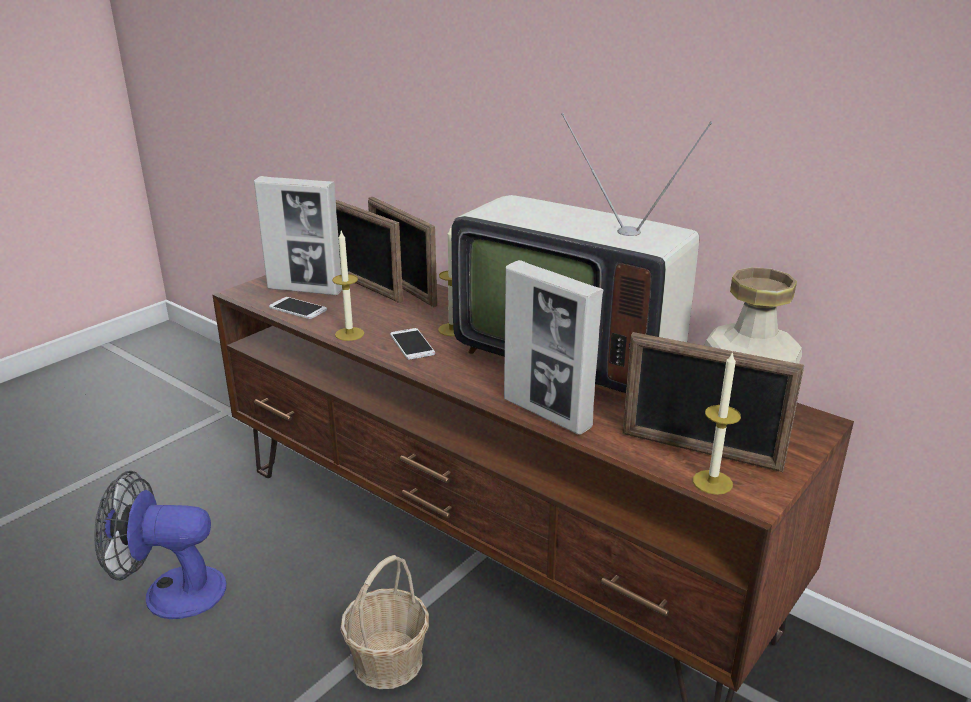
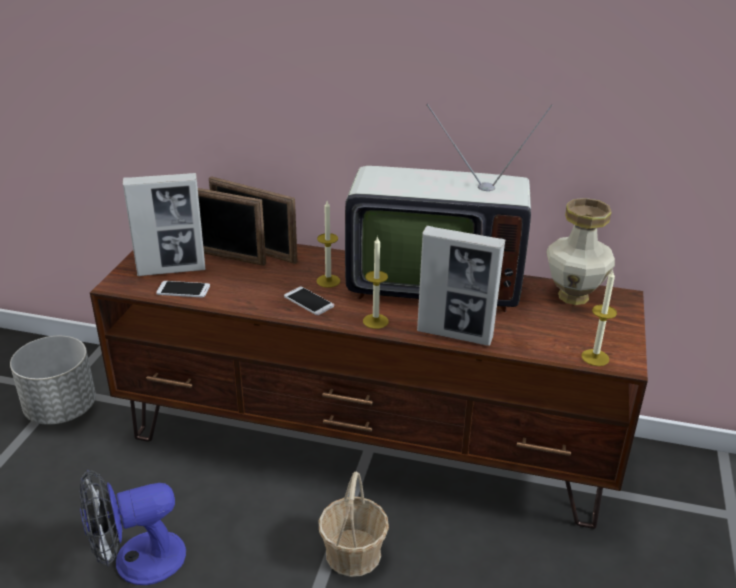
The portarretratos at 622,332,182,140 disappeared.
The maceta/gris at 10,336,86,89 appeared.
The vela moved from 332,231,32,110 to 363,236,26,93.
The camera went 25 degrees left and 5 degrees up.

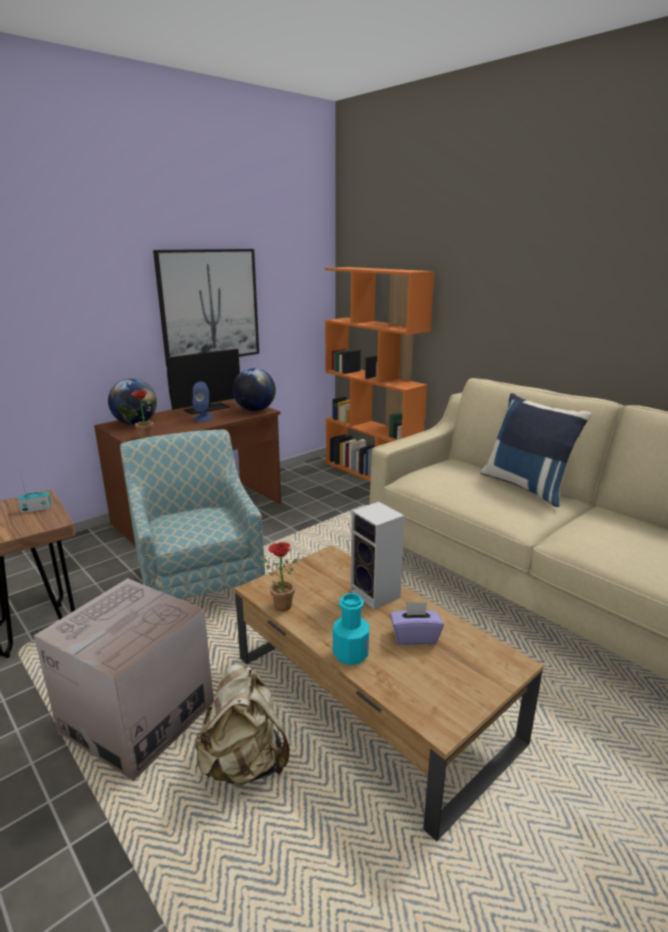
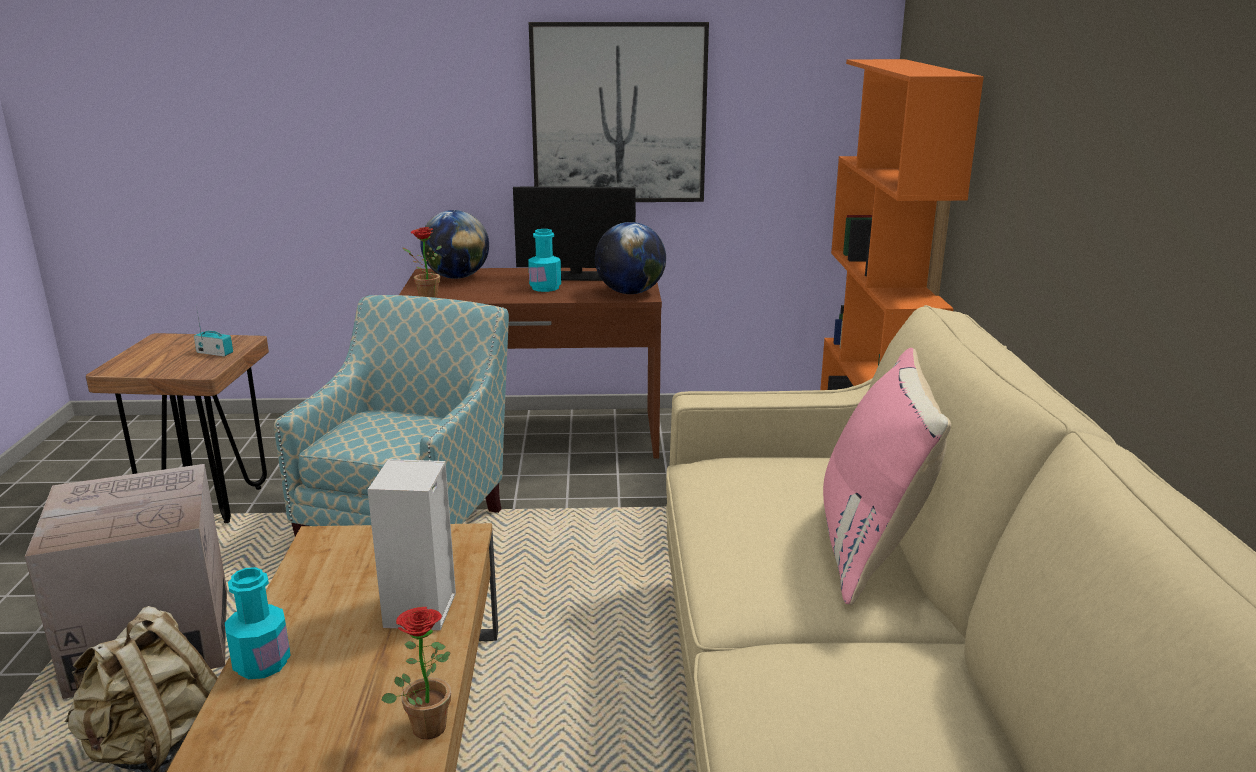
The caja de pañuelos/morado at 390,602,54,43 disappeared.
The planta en maceta moved from 260,542,38,69 to 381,607,70,132.
The altavoz/azul at 193,382,20,40 was replaced by the botella/turquesa at 528,229,33,63.
The cojín/azul at 481,393,111,114 became the cojín/rosa at 823,348,128,257.
The camera went 40 degrees right and 0 degrees up.

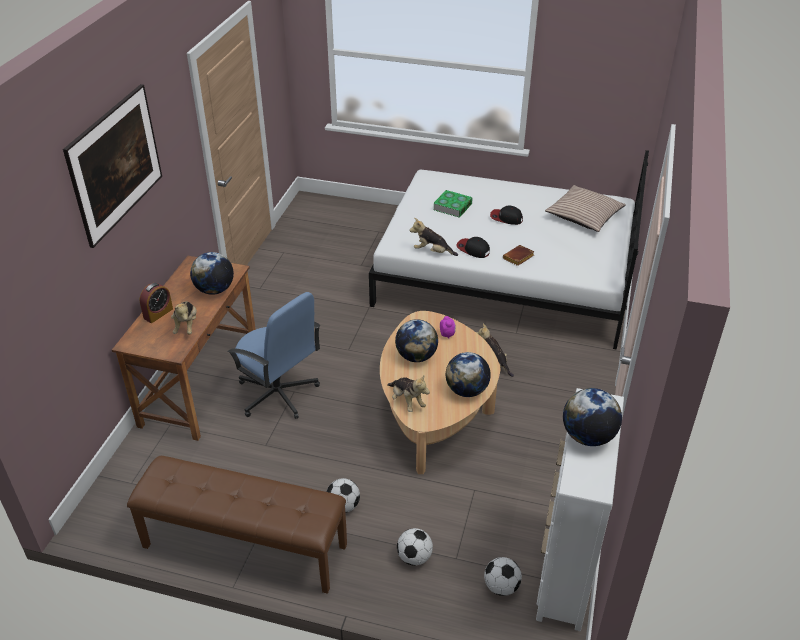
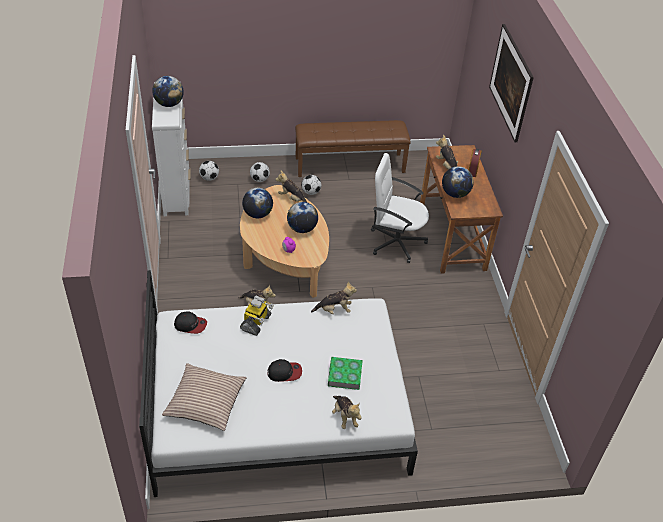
The peluche at 332,396,30,33 appeared.
The gorra moved from 457,237,33,21 to 174,311,33,23.
The libro/marrón at 503,245,32,21 was replaced by the robot de juguete at 240,296,34,40.
The silla de oficina/azul at 228,292,92,127 became the silla de oficina/blanco at 371,153,58,110.
The camera went 155 degrees right and 5 degrees up.

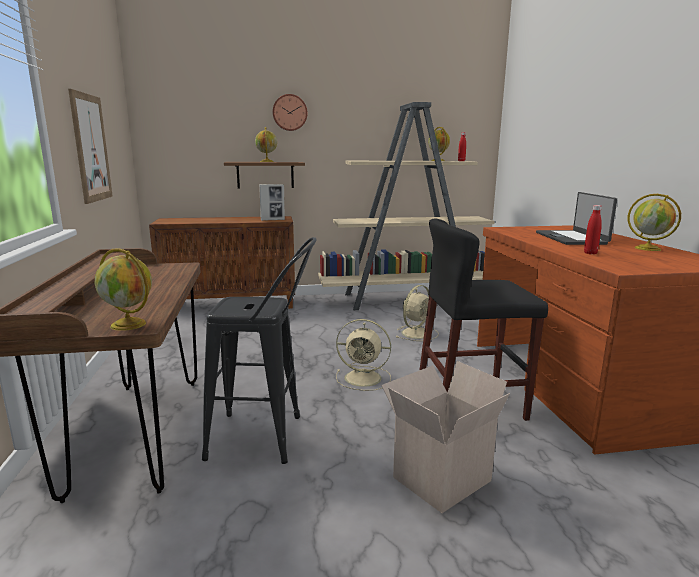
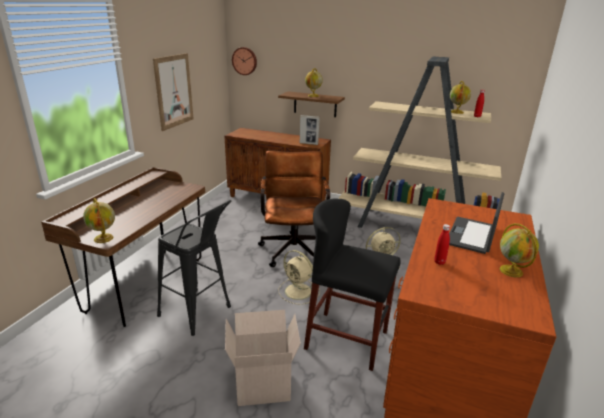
The silla de oficina/marrón at 258,151,72,116 appeared.
The reloj de pared moved from 273,94,35,37 to 232,47,25,28.
The camera went 30 degrees right and 10 degrees up.

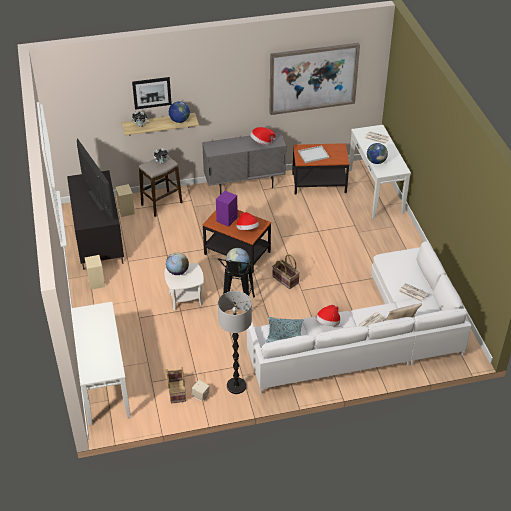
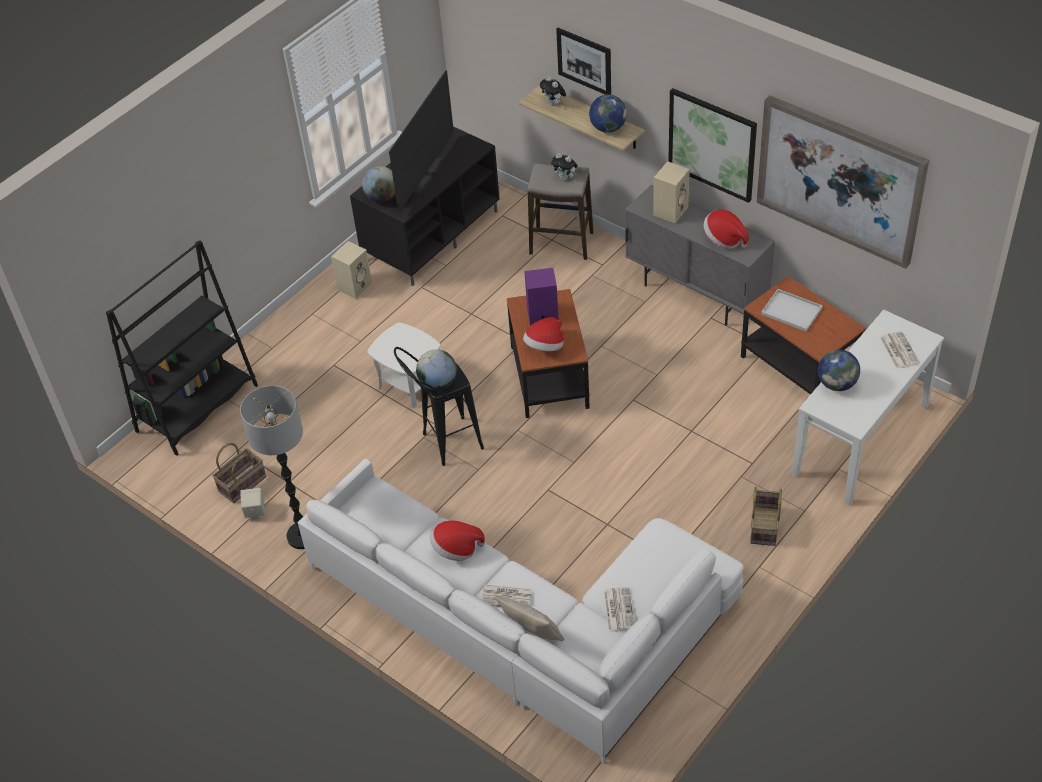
The cojín at 266,317,37,26 disappeared.
The cuadro at 668,88,89,115 appeared.
The altavoz/beis moved from 116,184,19,33 to 653,161,37,62.
The globo terráqueo moved from 166,252,23,23 to 362,166,33,37.
The cesta moved from 272,254,28,35 to 750,487,32,59.
The mesa consola/blanco at 71,302,60,123 was replaced by the estantería/negro at 106,240,152,216.
The camera went 55 degrees right and 5 degrees up.

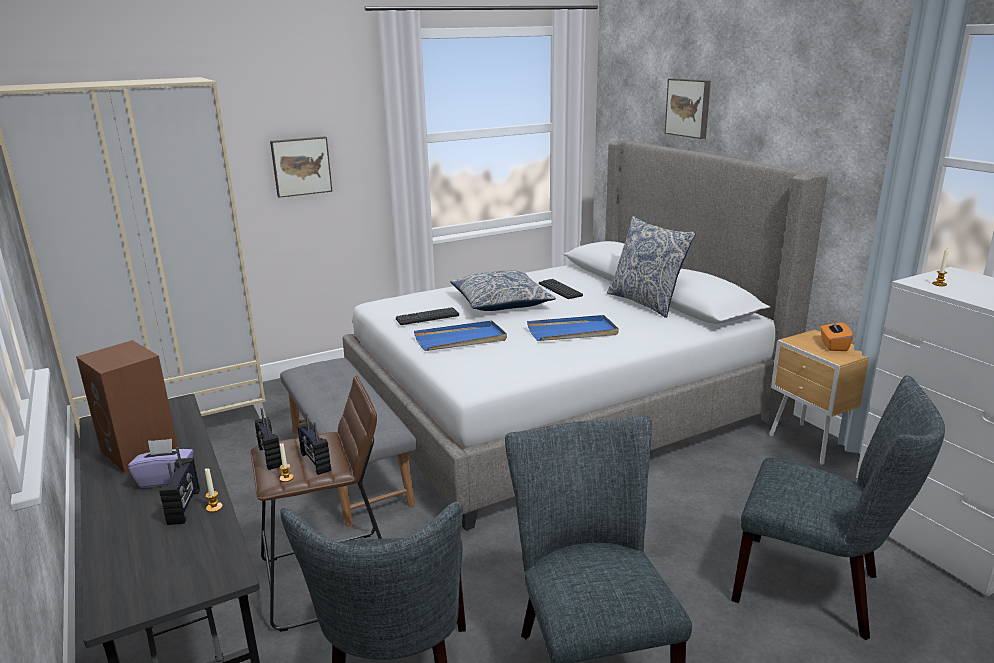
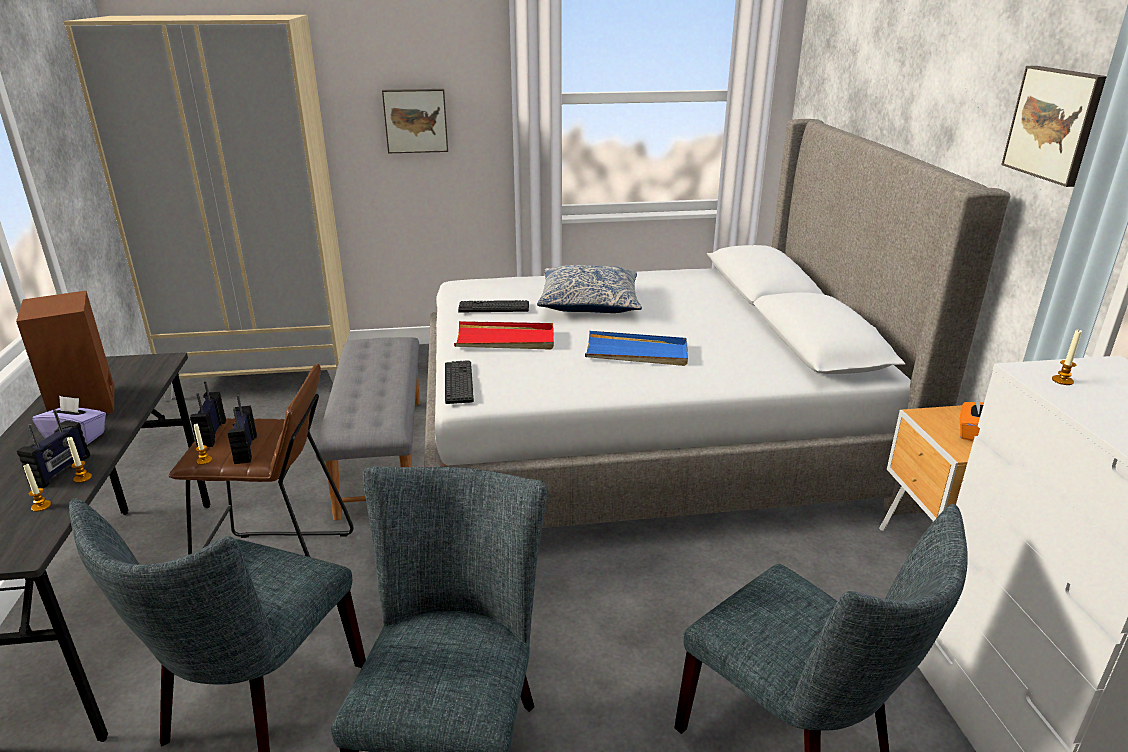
The cojín at 607,216,89,102 disappeared.
The vela at 23,463,28,49 appeared.
The teclado moved from 539,279,44,20 to 445,360,29,44.
The cuadro moved from 665,79,46,60 to 1001,66,106,121.
The bandeja/azul at 414,320,93,31 became the bandeja/rojo at 454,321,100,29.
The camera went 20 degrees right and 5 degrees up.

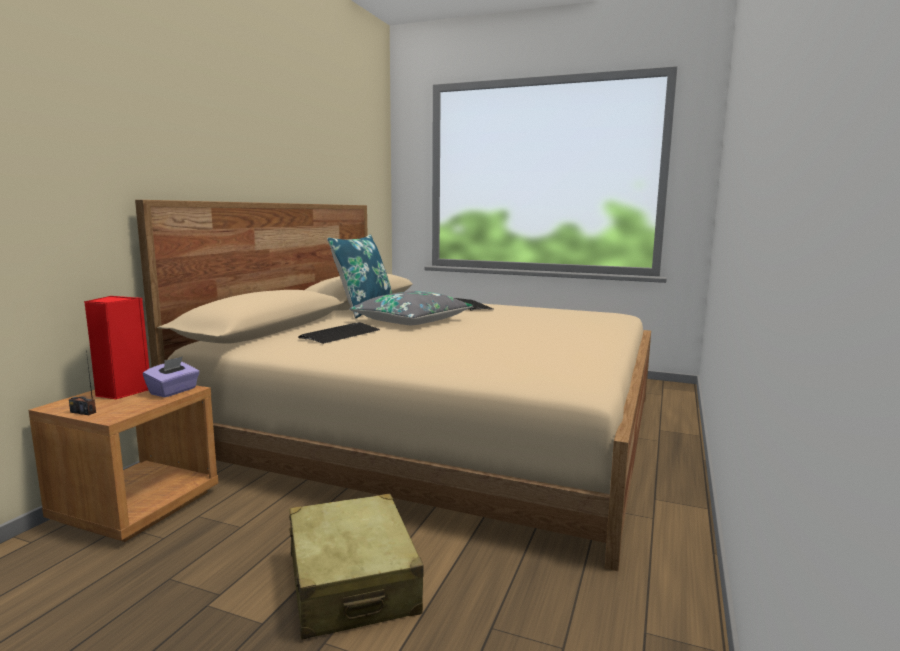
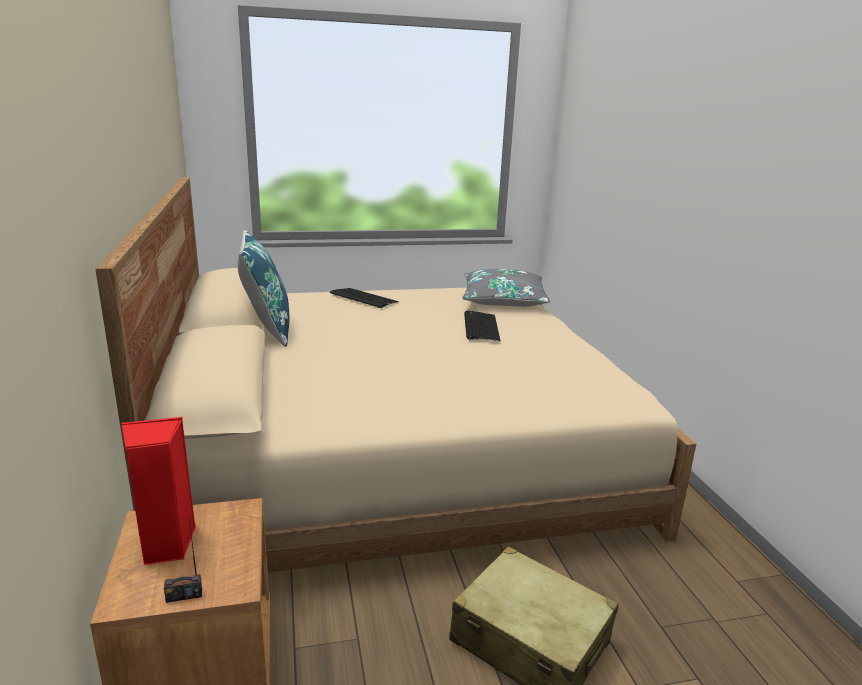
The caja de pañuelos/morado at 143,356,57,41 disappeared.
The teclado moved from 298,322,82,22 to 464,310,36,31.
The cojín/gris moved from 349,291,124,34 to 462,269,88,38.
The camera went 35 degrees left and 10 degrees up.

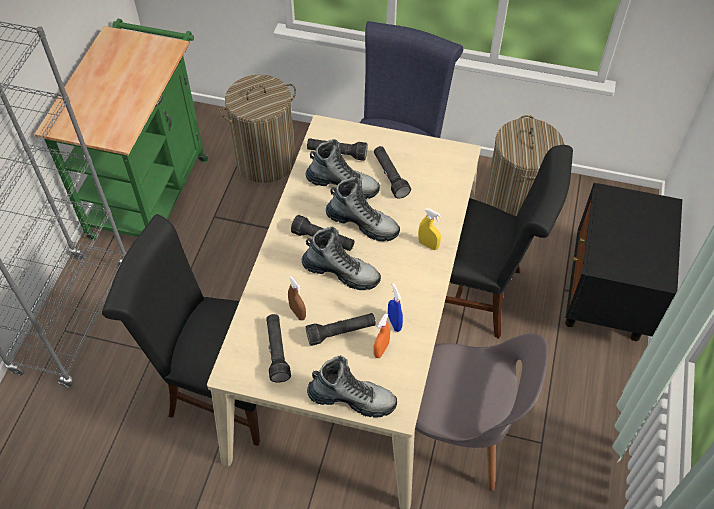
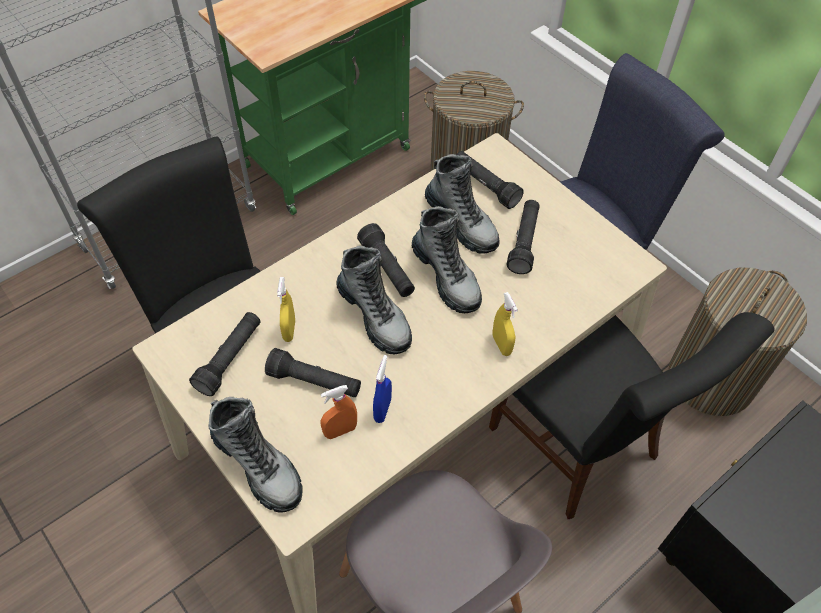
The pulverizador/marrón at 288,276,18,45 became the pulverizador/amarillo at 277,277,18,65.
The camera went 35 degrees right and 0 degrees up.

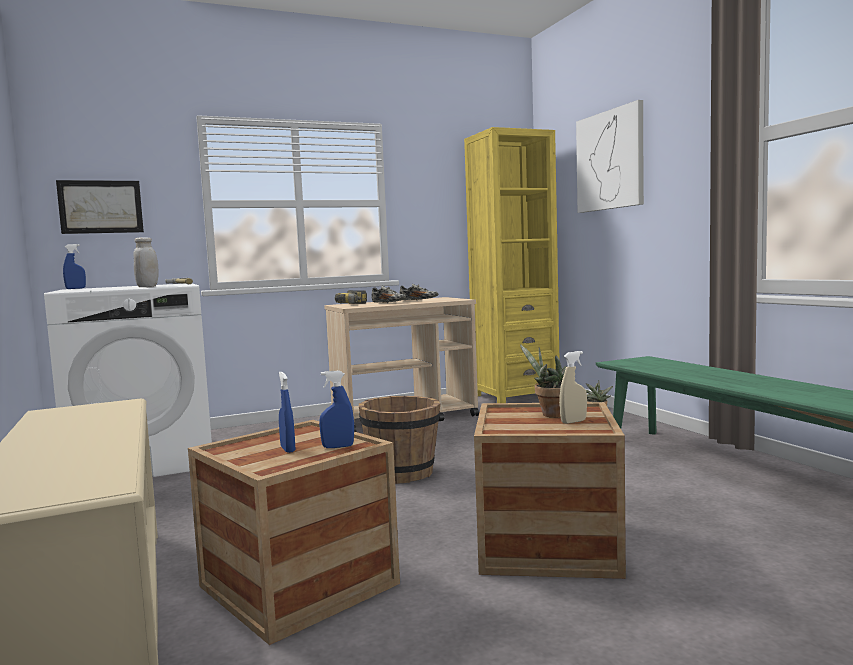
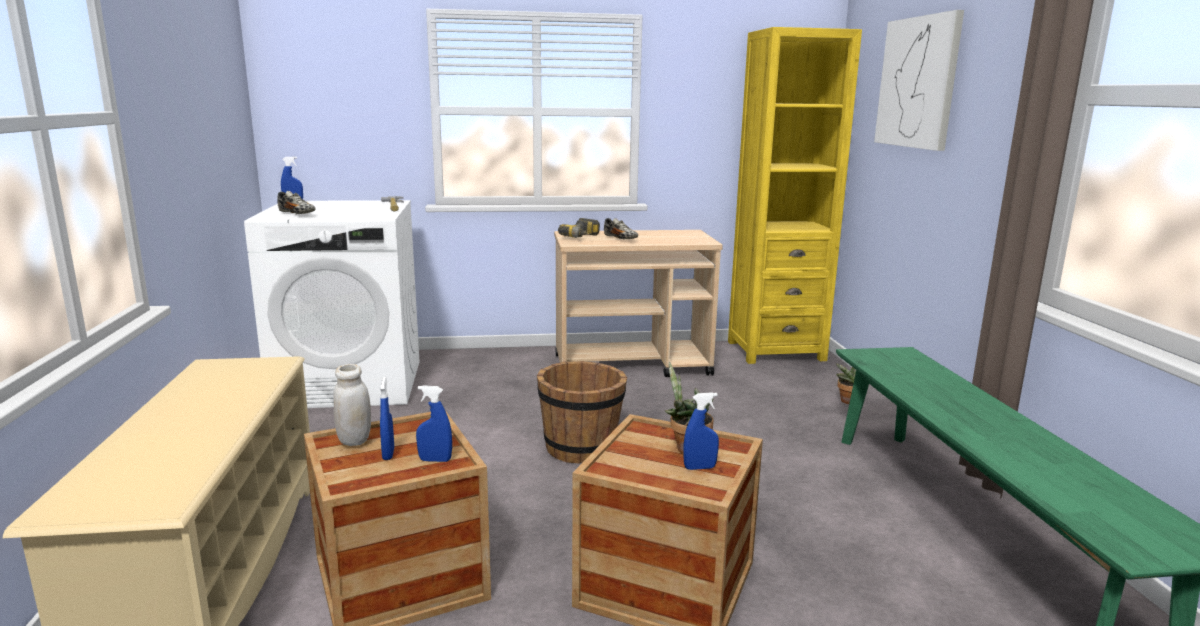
The cuadro at 56,180,88,54 disappeared.
The tarro/blanco moved from 133,237,26,50 to 333,364,38,82.
The zapato moved from 399,284,39,17 to 277,191,39,23.
The pulverizador/beis at 559,351,28,73 became the pulverizador/azul at 683,392,36,78.
The camera went 15 degrees right and 10 degrees up.

